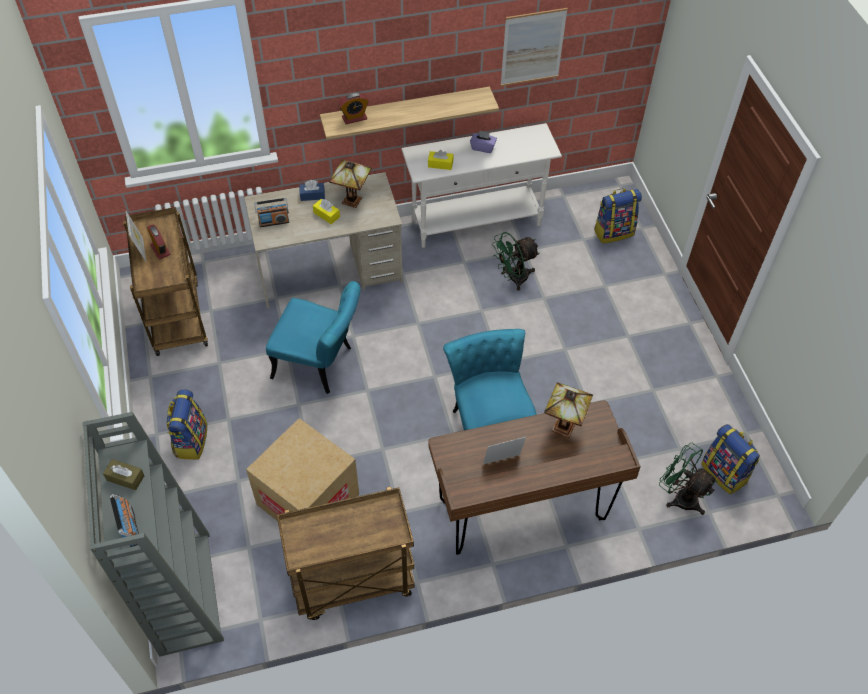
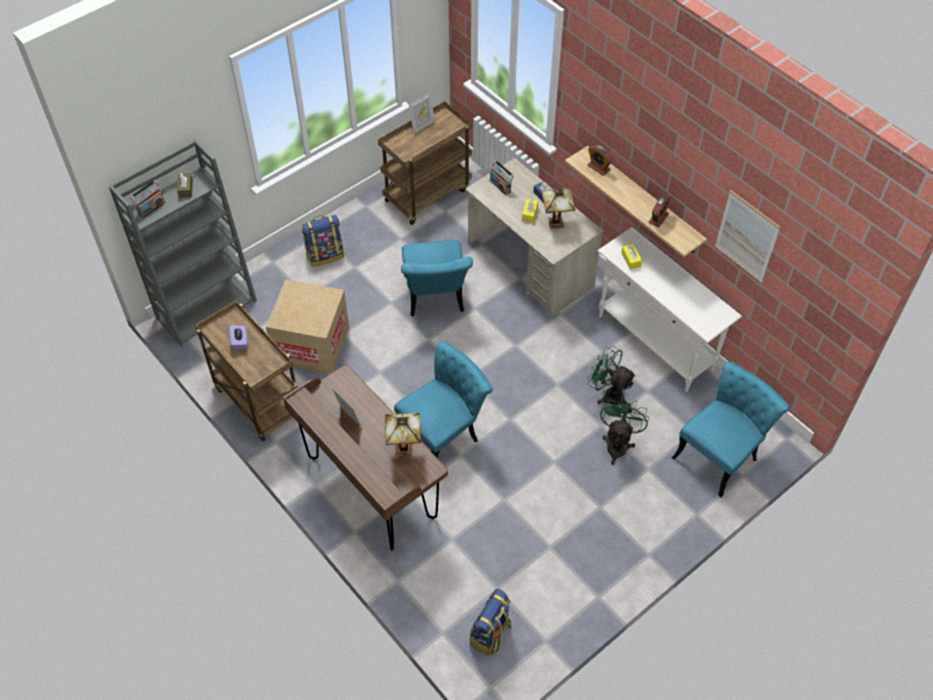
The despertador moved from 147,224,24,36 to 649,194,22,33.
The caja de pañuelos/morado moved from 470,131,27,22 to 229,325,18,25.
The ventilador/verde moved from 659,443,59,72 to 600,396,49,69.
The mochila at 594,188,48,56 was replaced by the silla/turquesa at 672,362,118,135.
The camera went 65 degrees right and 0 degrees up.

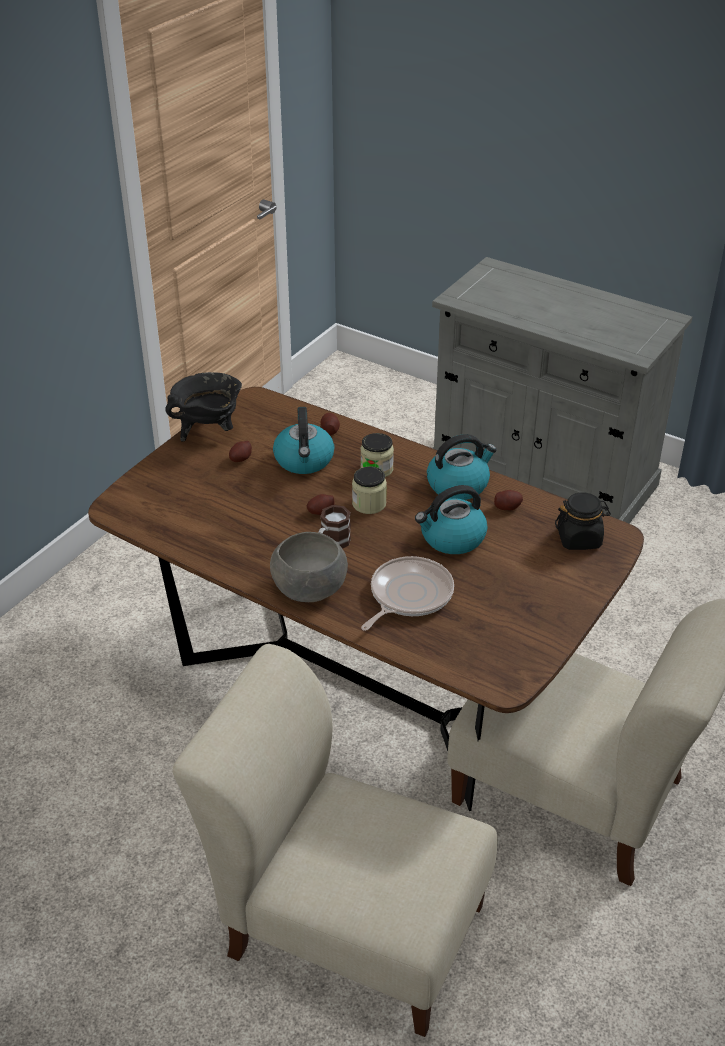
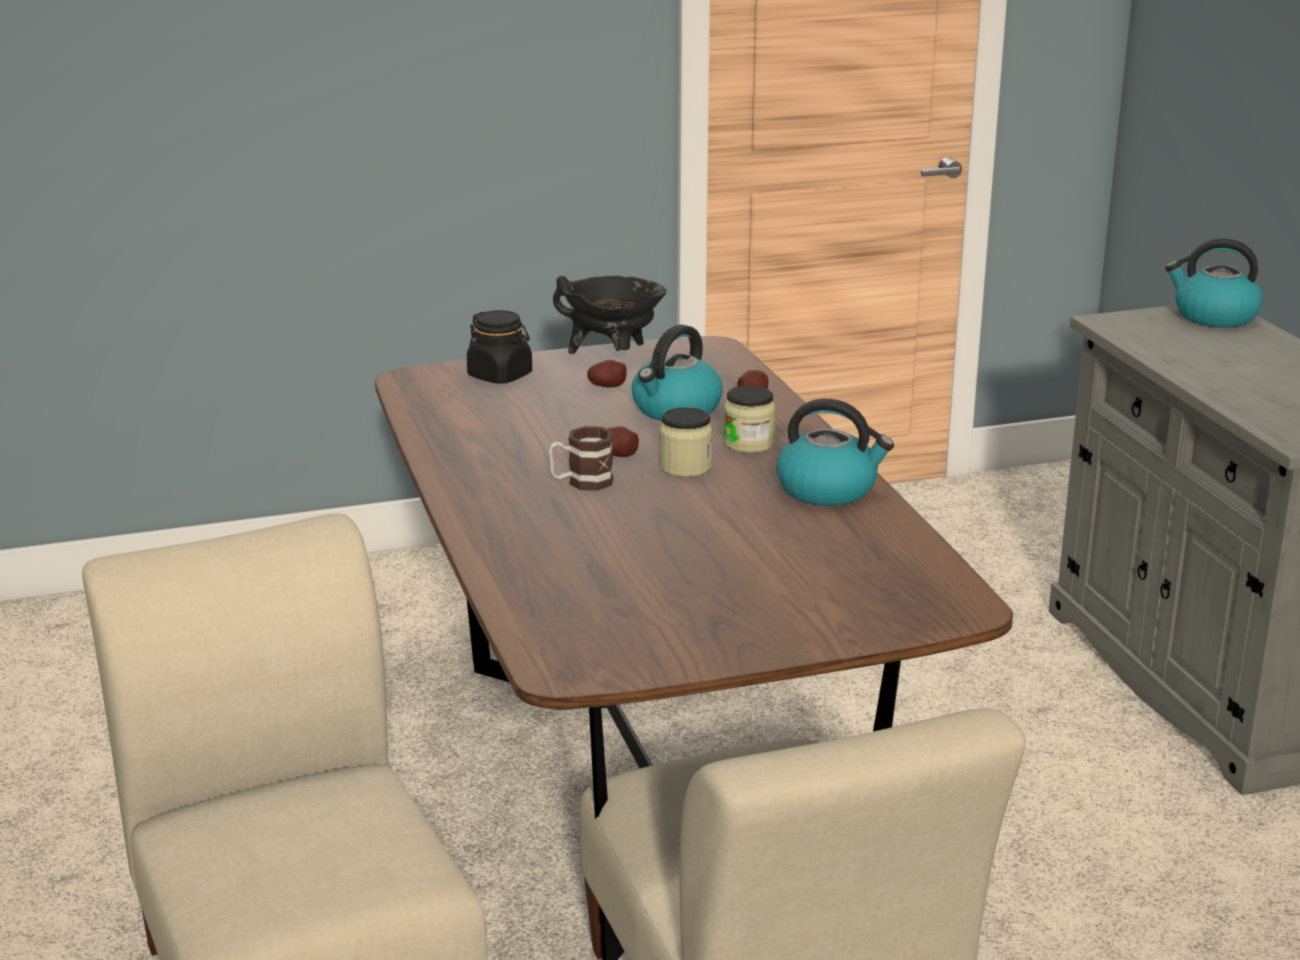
The cuenco/gris at 270,532,78,70 disappeared.
The sartén at 361,556,93,75 disappeared.
The patata at 494,490,29,21 disappeared.
The hervidor moved from 415,485,72,69 to 1165,239,98,89.
The tarro/negro moved from 555,492,56,58 to 467,310,65,74.
The camera went 40 degrees right and 15 degrees down.

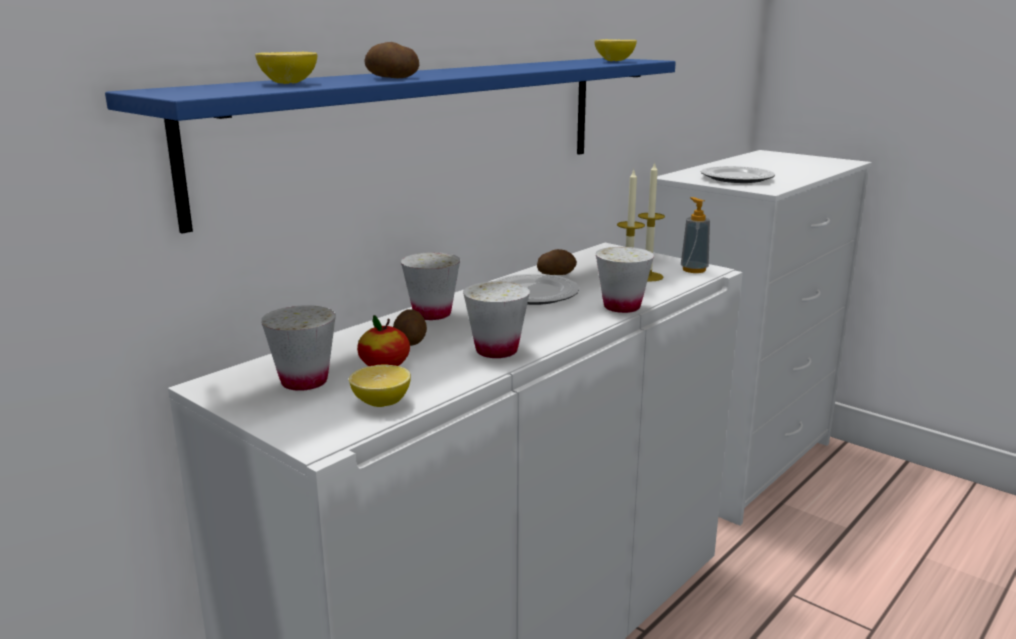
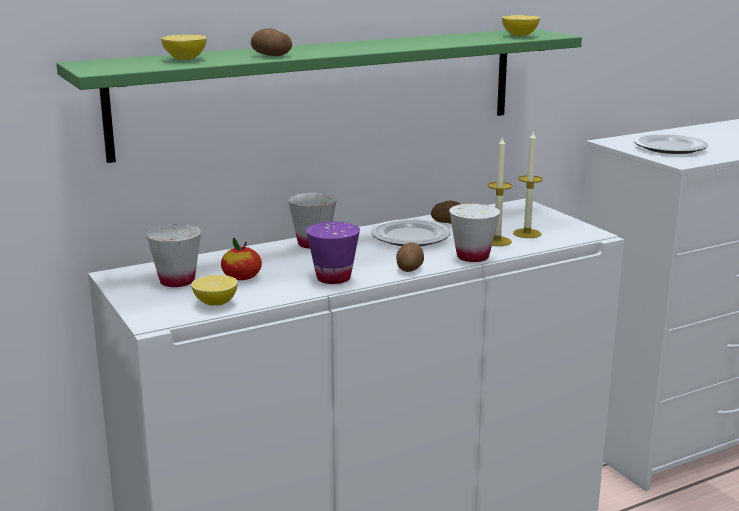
The dispensador de jabón at 681,197,29,76 disappeared.
The patata moved from 393,309,34,37 to 396,243,28,29.
The estante/azul at 105,58,571,176 became the estante/verde at 56,29,526,134.
The taza/blanco at 463,281,67,77 became the taza/morado at 306,222,54,62.
The camera went 20 degrees right and 0 degrees up.

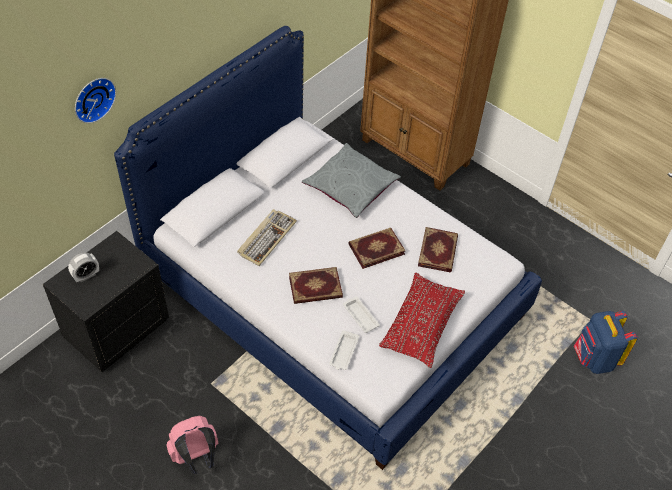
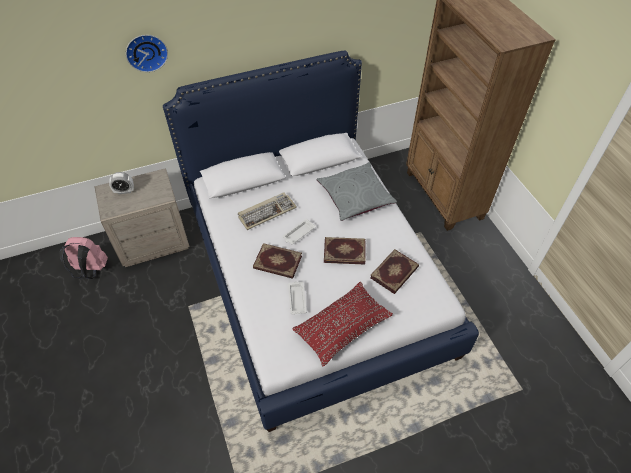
The mochila/azul at 574,311,64,63 disappeared.
The mochila/rosa moved from 166,416,52,58 to 59,237,49,42.
The bandeja/blanco moved from 329,330,30,40 to 283,219,33,25.
The mesita de noche/negro at 43,231,126,141 became the mesita de noche/beis at 94,168,96,99.
The camera went 30 degrees right and 0 degrees up.

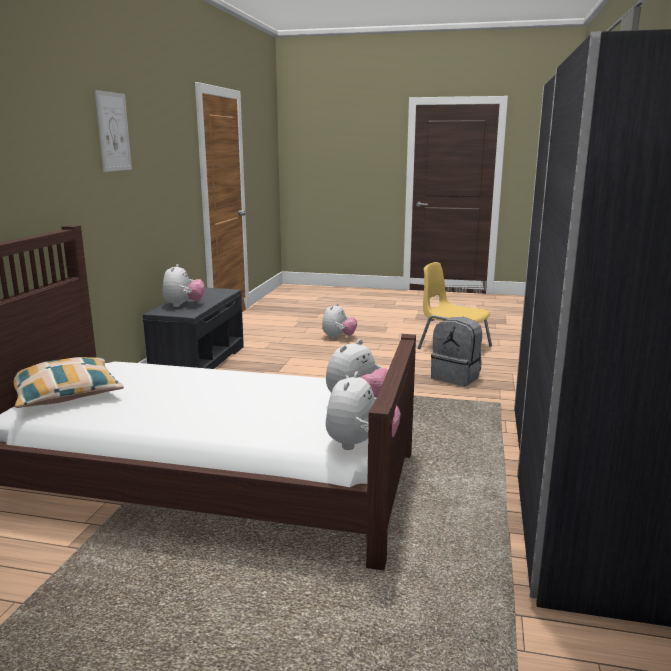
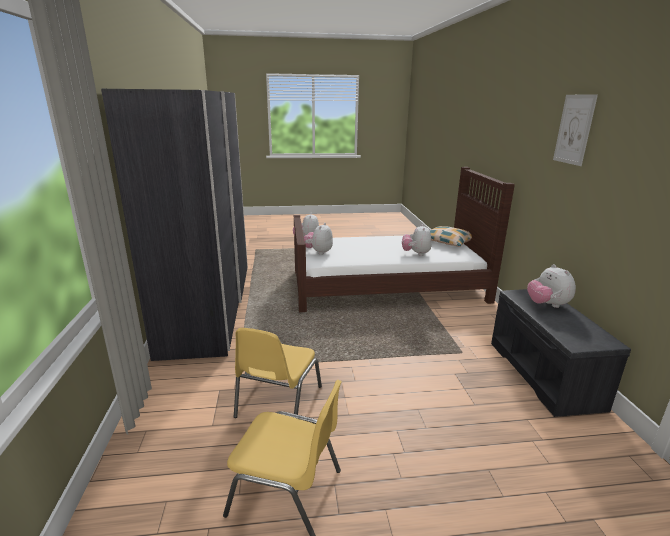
The peluche moved from 322,303,35,36 to 402,224,29,32.
The mochila/gris at 431,317,51,69 was replaced by the silla/amarillo at 234,328,88,90.
The camera went 160 degrees right and 5 degrees up.

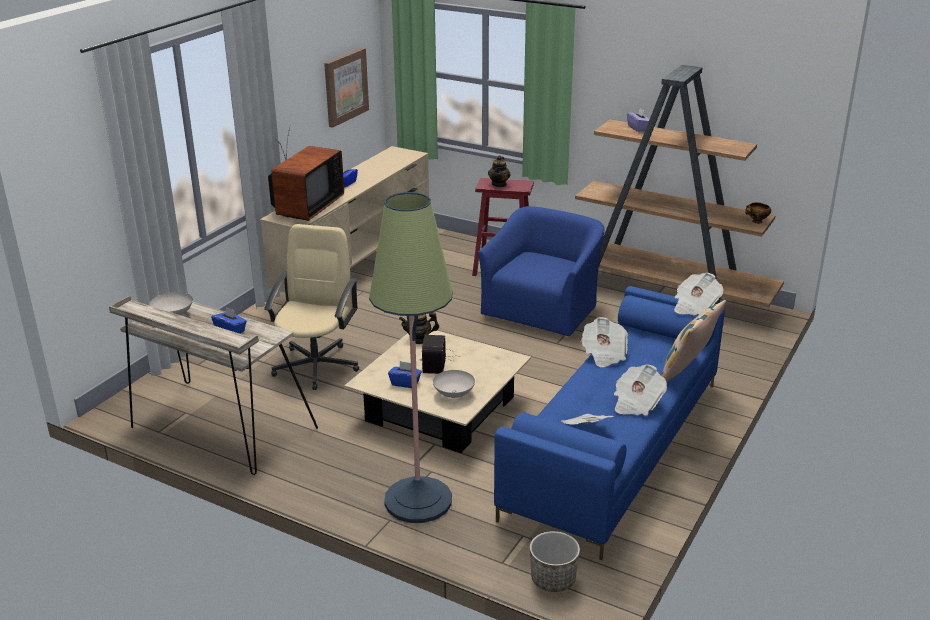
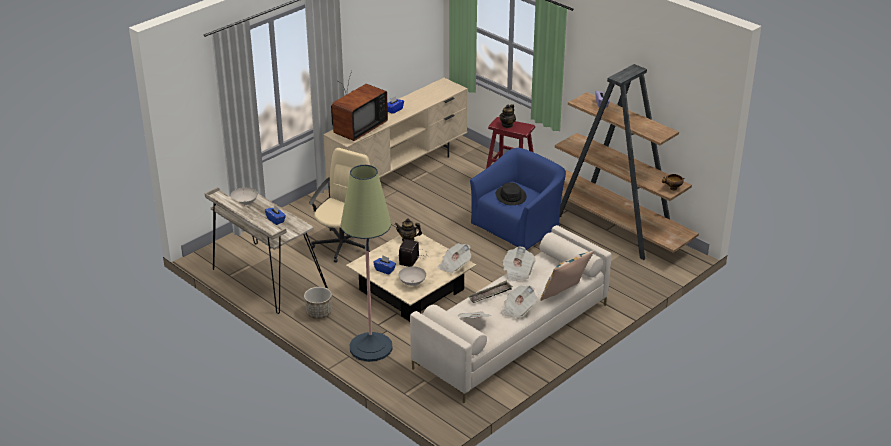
The cuadro at 324,48,45,80 disappeared.
The bandeja at 467,280,46,23 appeared.
The sombrero/negro at 496,183,31,22 appeared.
The maceta moved from 530,531,50,61 to 304,287,28,32.
The periódico moved from 674,273,49,42 to 438,243,34,31.
The sofá/azul at 494,286,231,274 became the sofá/beis at 410,225,202,178.
The camera went 15 degrees right and 5 degrees up.

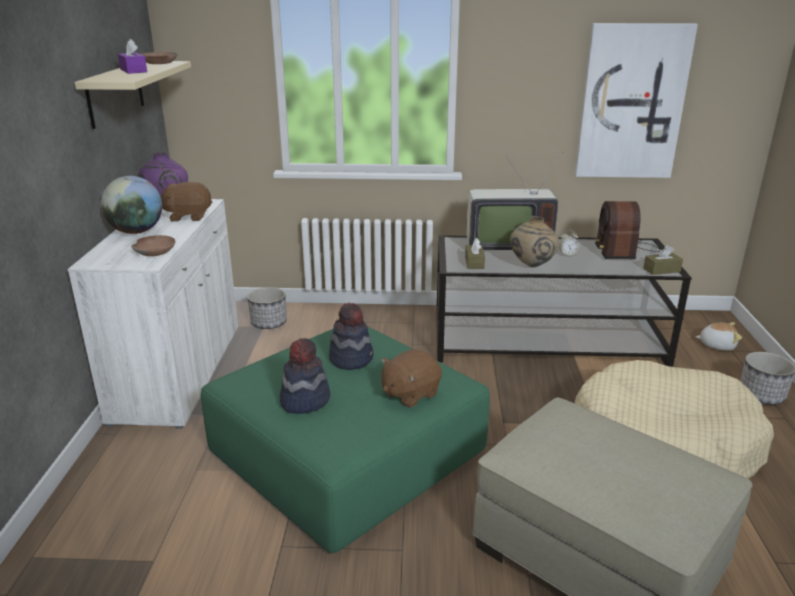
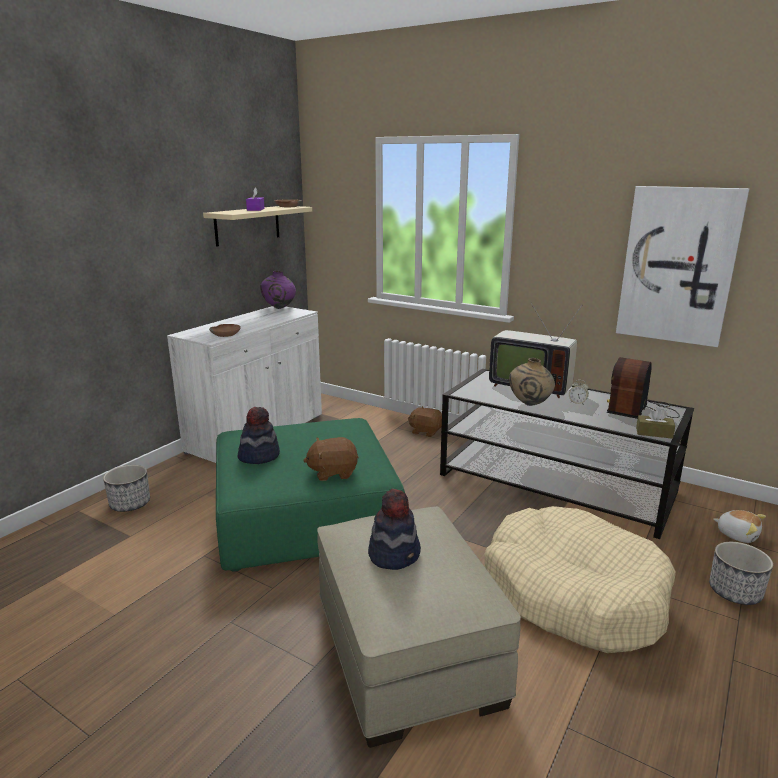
The globo terráqueo at 101,176,61,58 disappeared.
The caja de pañuelos/marrón at 465,238,20,31 disappeared.
The peluche/marrón moved from 161,182,52,39 to 408,406,34,31.
The maceta moved from 247,287,40,42 to 103,465,47,47.
The sombrero moved from 329,303,44,67 to 368,489,53,81.
The camera went 30 degrees right and 5 degrees down.

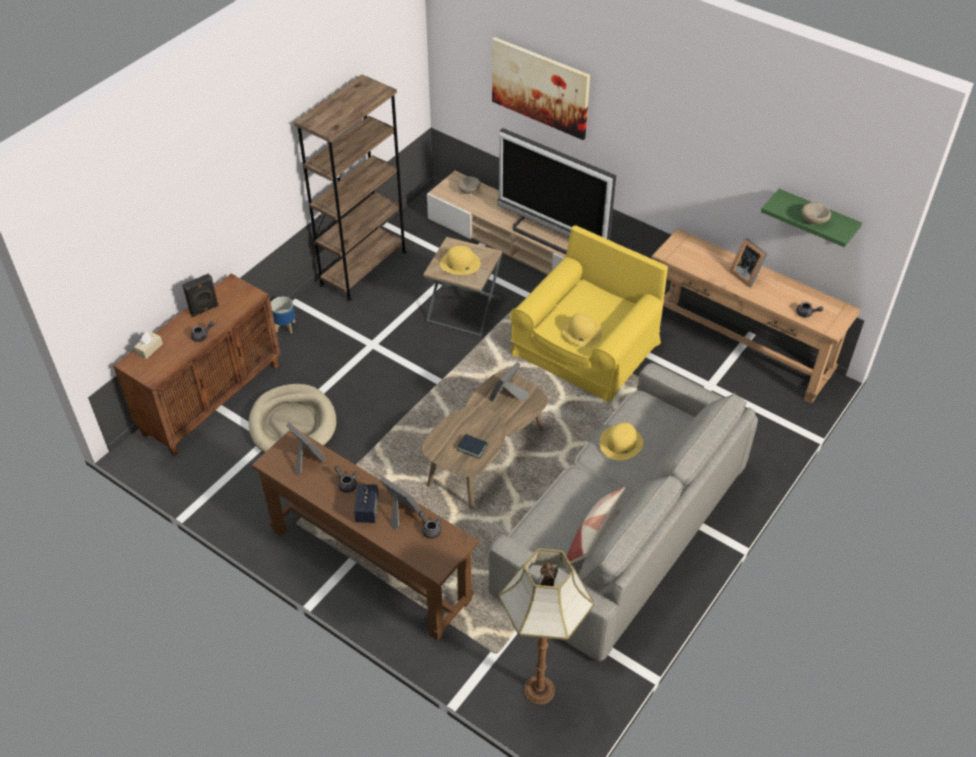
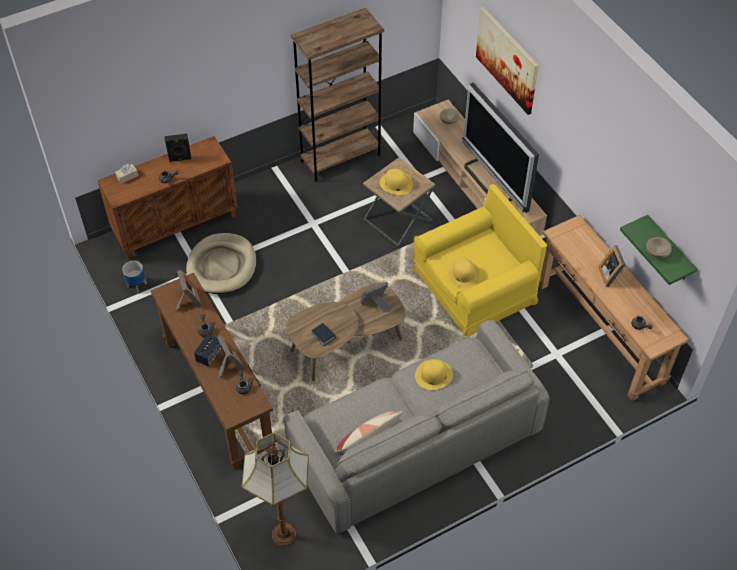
The maceta moved from 271,297,24,36 to 122,261,25,32.
The camera went 25 degrees right and 5 degrees up.

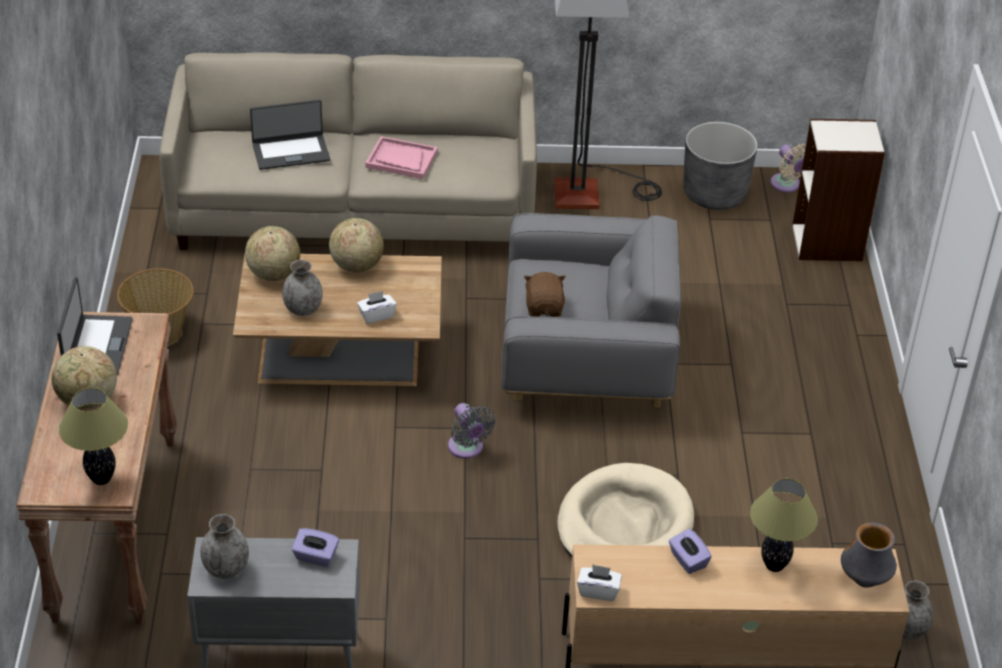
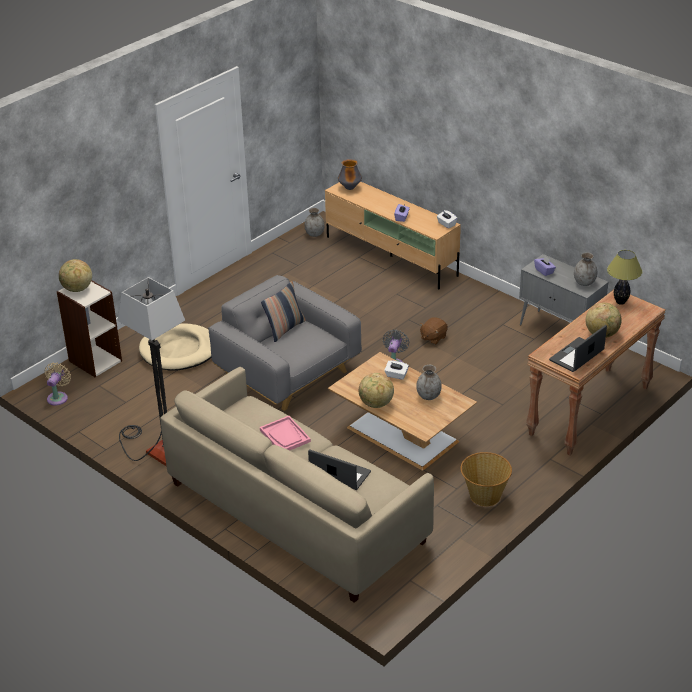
The maceta/gris at 683,122,74,88 disappeared.
The lámpara de mesa at 750,479,68,93 disappeared.
The cojín at 261,281,45,61 appeared.
The globo terráqueo moved from 245,226,55,55 to 59,259,33,33.
The peluche/marrón moved from 524,272,42,45 to 420,317,28,28.
The cama para perro/beis moved from 557,463,137,94 to 139,323,72,48.
The camera went 135 degrees left and 5 degrees down.

